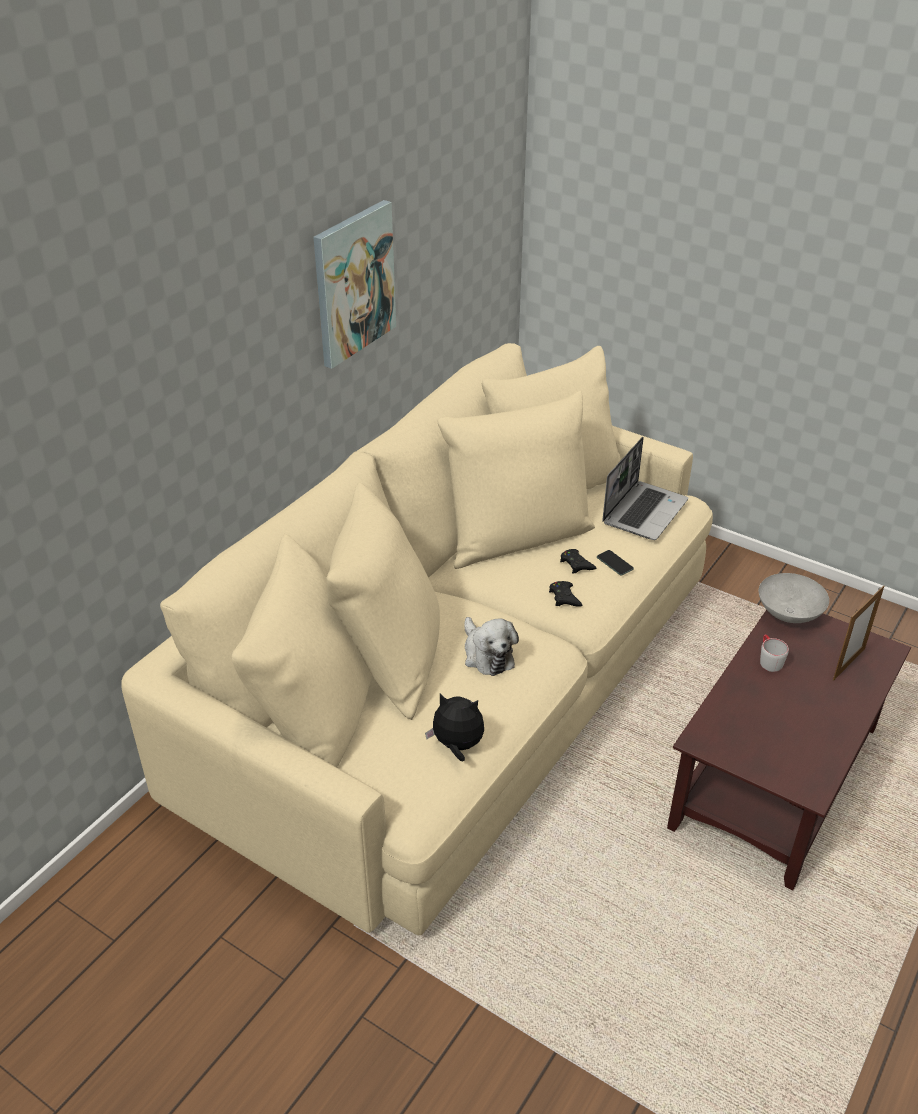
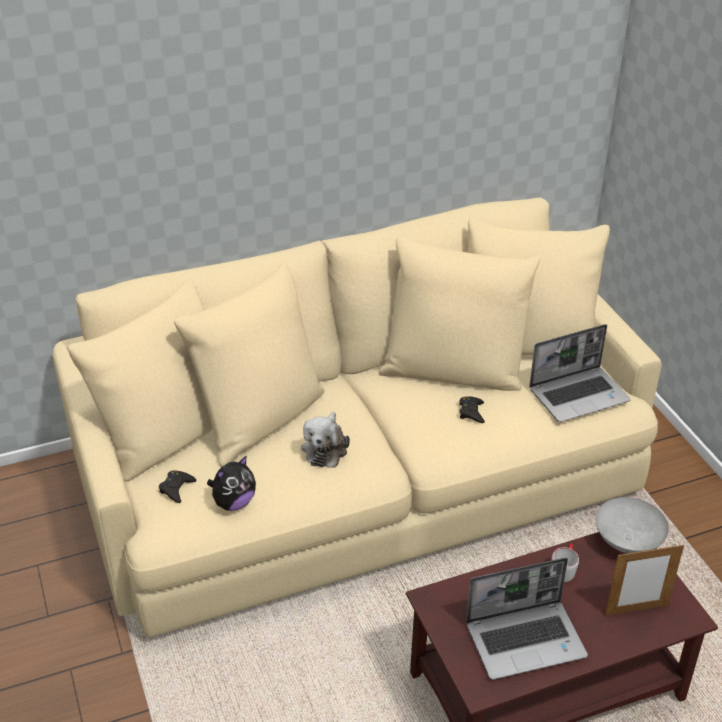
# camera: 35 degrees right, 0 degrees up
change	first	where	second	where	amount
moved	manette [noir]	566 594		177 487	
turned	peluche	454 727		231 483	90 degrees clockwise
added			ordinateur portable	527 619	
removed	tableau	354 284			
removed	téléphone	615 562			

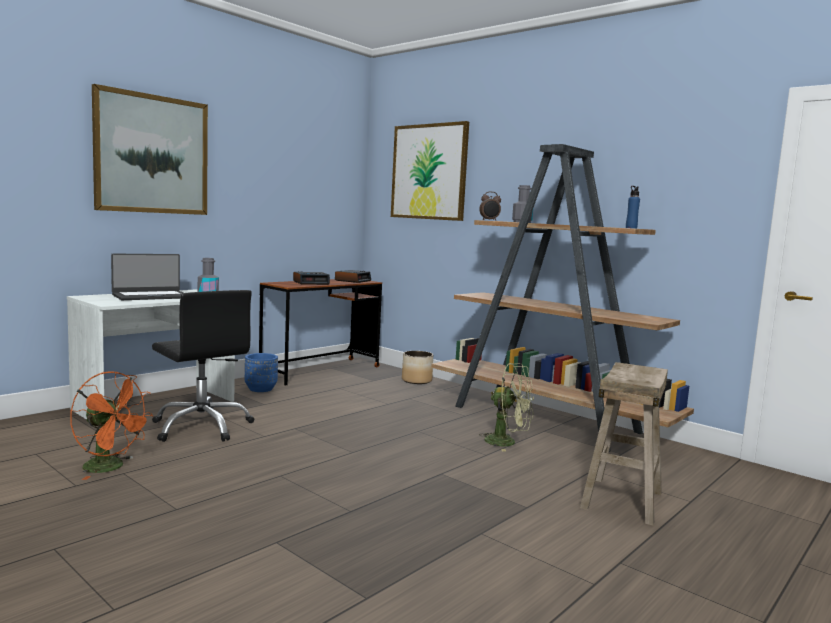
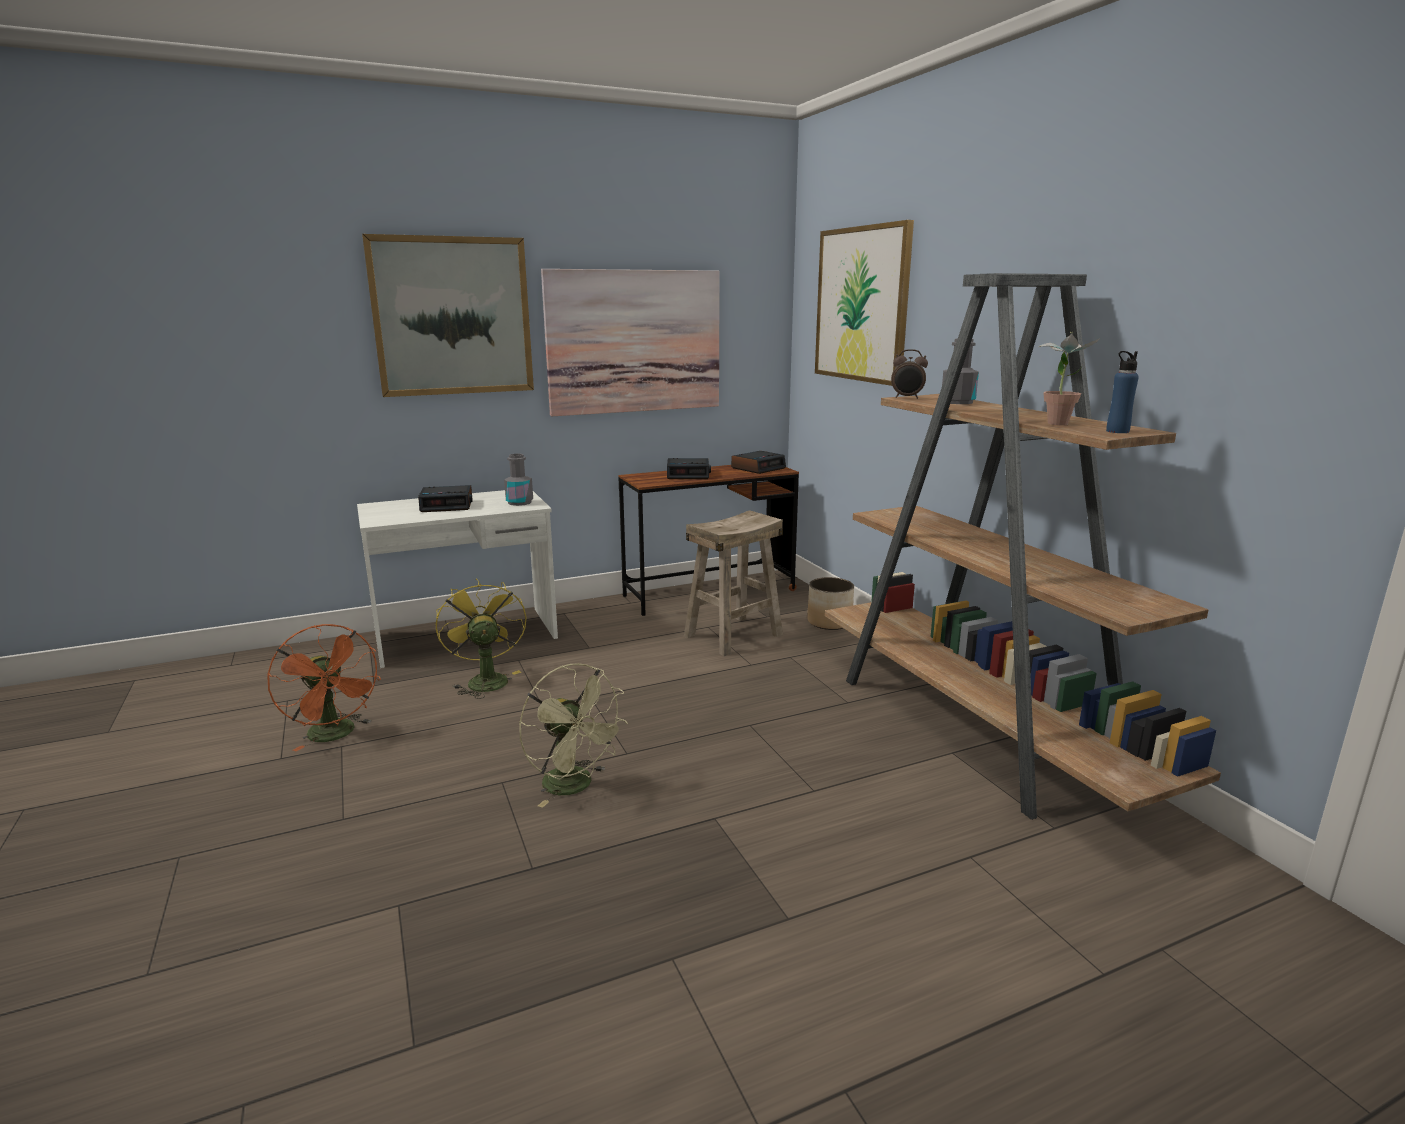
# camera: 25 degrees right, 10 degrees up
change	first	where	second	where	amount
replaced	ordinateur portable	147 277	réveil	445 498	
replaced	chaise de bureau [noir]	203 366	ventilateur [jaune]	481 638	
moved	ventilateur [vert]	506 407		573 735	
added			tableau	630 342	
moved	tabouret [beige]	624 444		733 583	
added			plante en pot	1069 378	
removed	cache-pot [bleu]	261 372			

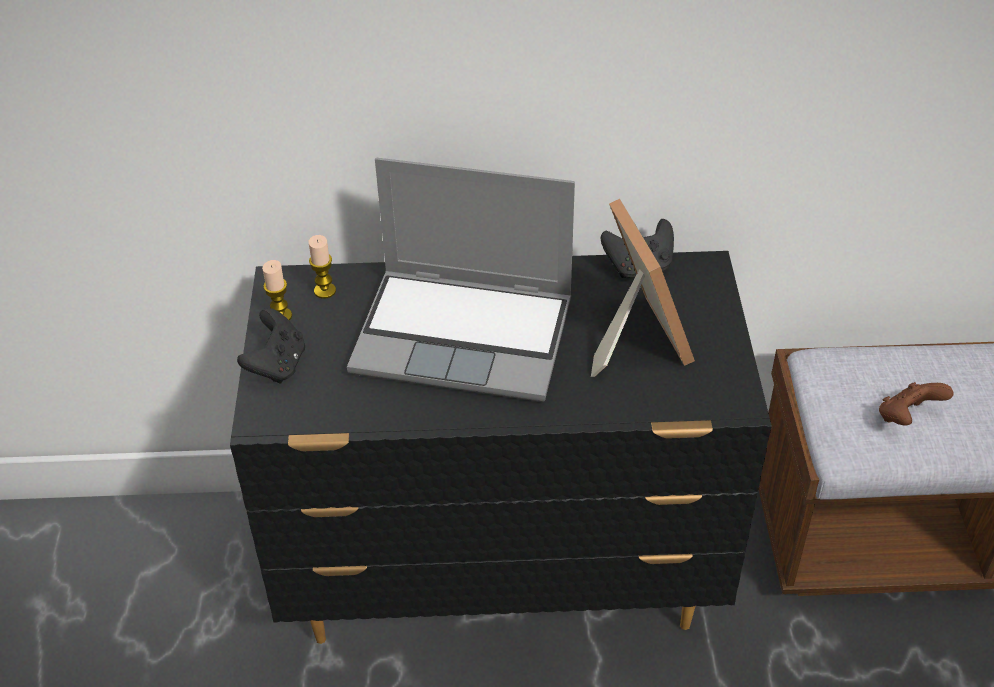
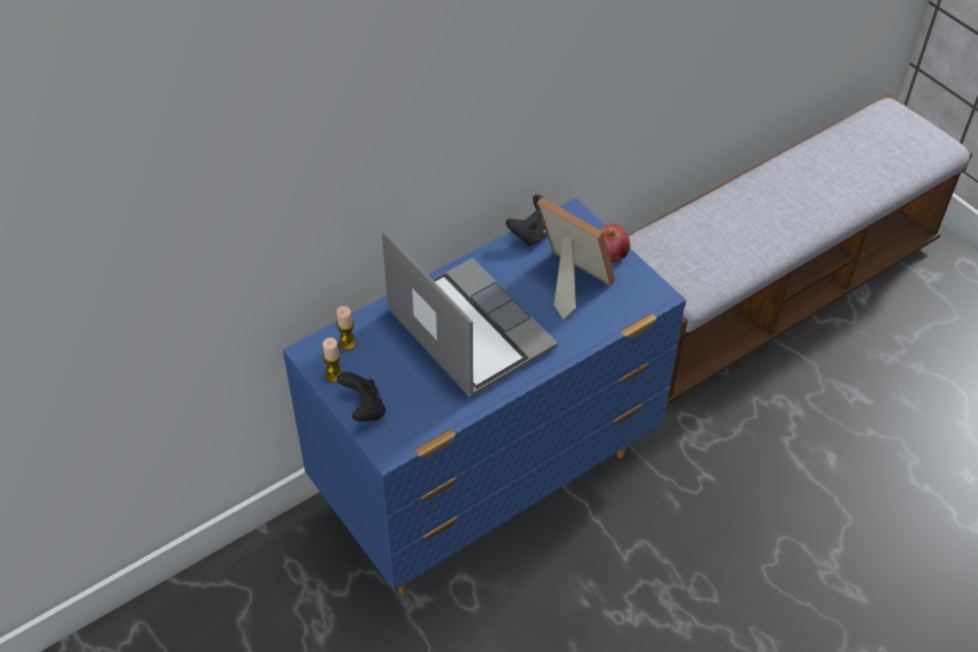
# camera: 35 degrees left, 5 degrees up
change	first	where	second	where	amount
recoloured	commode [noir]	501 447	commode [bleu]	484 396	
turned	ordinateur portable	461 280		470 313	105 degrees counterclockwise
added			pomme	615 243	
removed	manette [marron]	916 404			

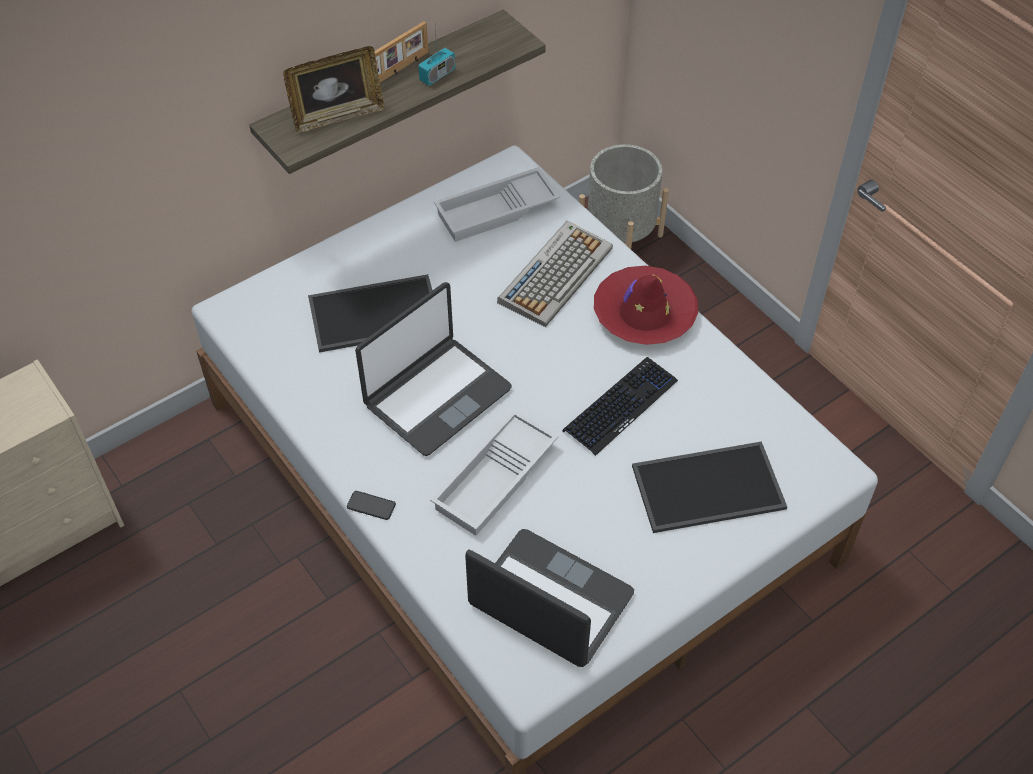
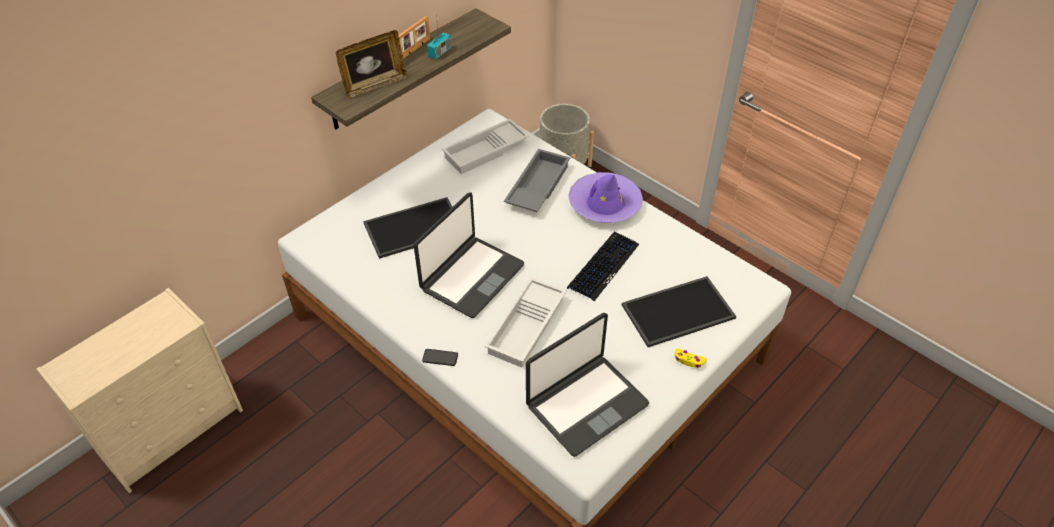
# camera: 10 degrees left, 5 degrees down
change	first	where	second	where	amount
replaced	clavier	555 274	plateau [gris]	537 180	
turned	ordinateur portable	549 598		587 385	120 degrees clockwise
recoloured	chapeau [rouge]	646 305	chapeau [violet]	605 197	
added			manette [jaune]	691 358	

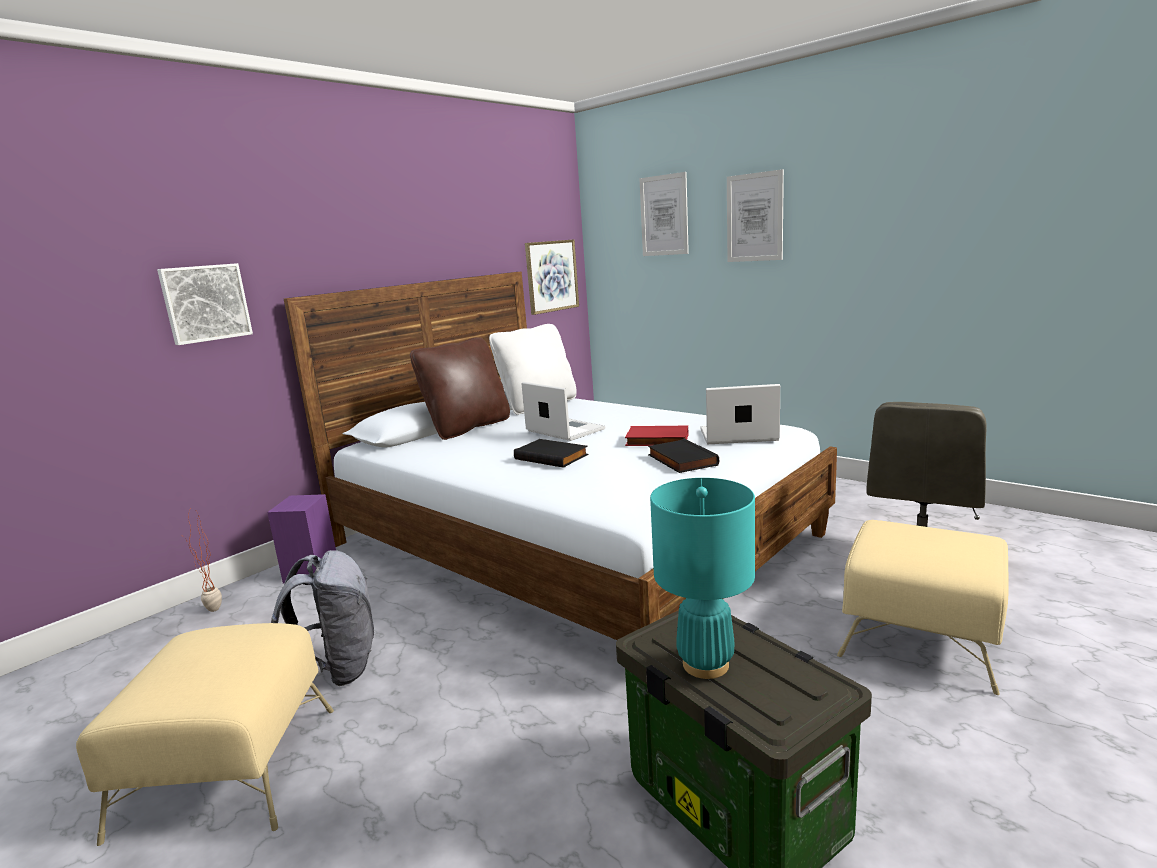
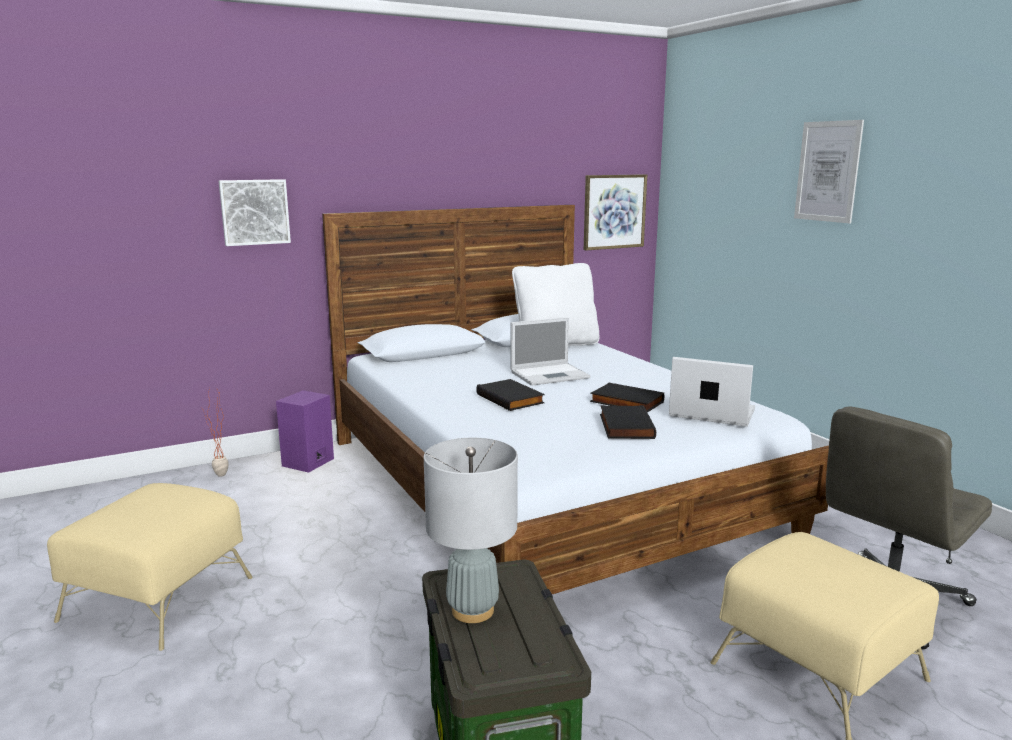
# camera: 20 degrees right, 0 degrees up
change	first	where	second	where	amount
recoloured	lampe de table [turquoise]	702 578	lampe de table [gris]	471 530	
turned	ordinateur portable	563 411		550 351	90 degrees clockwise
recoloured	livre [rouge]	656 436	livre [noir]	627 398	
removed	sac à dos [gris]	322 618			
removed	coussin [marron]	460 388			
removed	tableau	664 214			

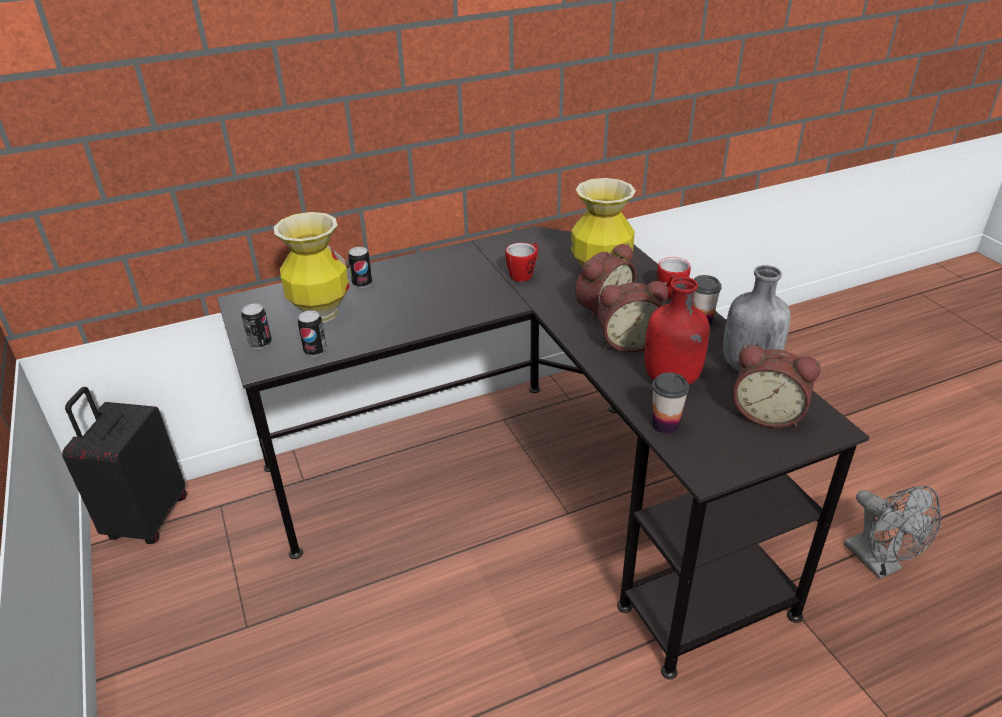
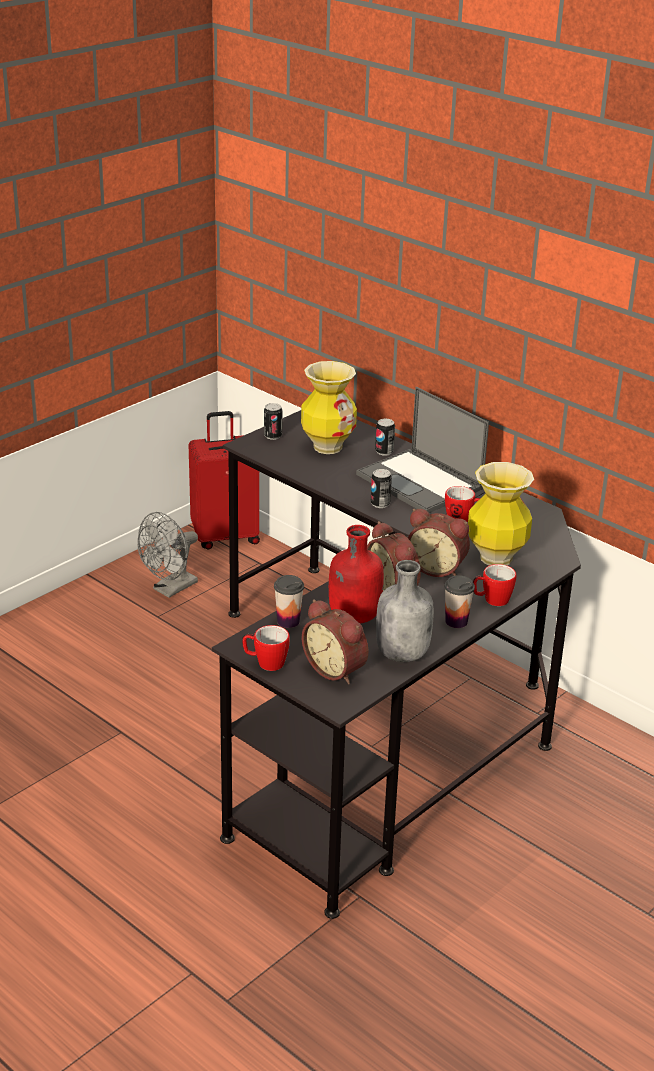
# camera: 65 degrees right, 5 degrees down
change	first	where	second	where	amount
moved	ventilateur [gris]	892 532		167 555	
recoloured	valise [noir]	124 465	valise [rouge]	224 480	
added			mug	266 648	
turned	réveil	777 386		335 641	45 degrees counterclockwise
added			ordinateur portable	422 450	
moved	boîte métallique	312 333		381 488	

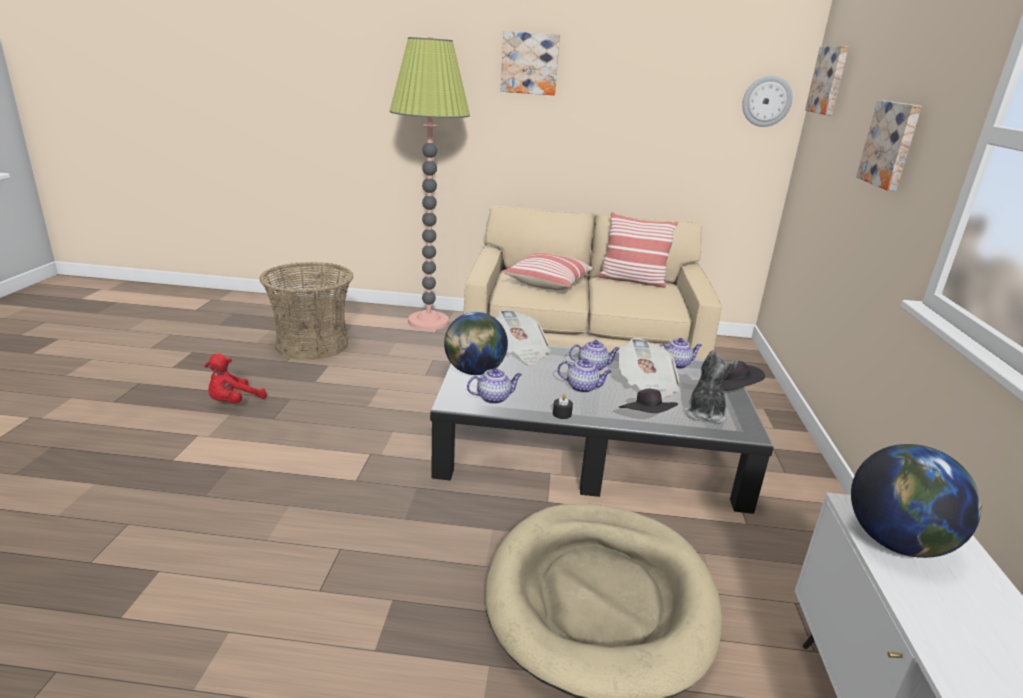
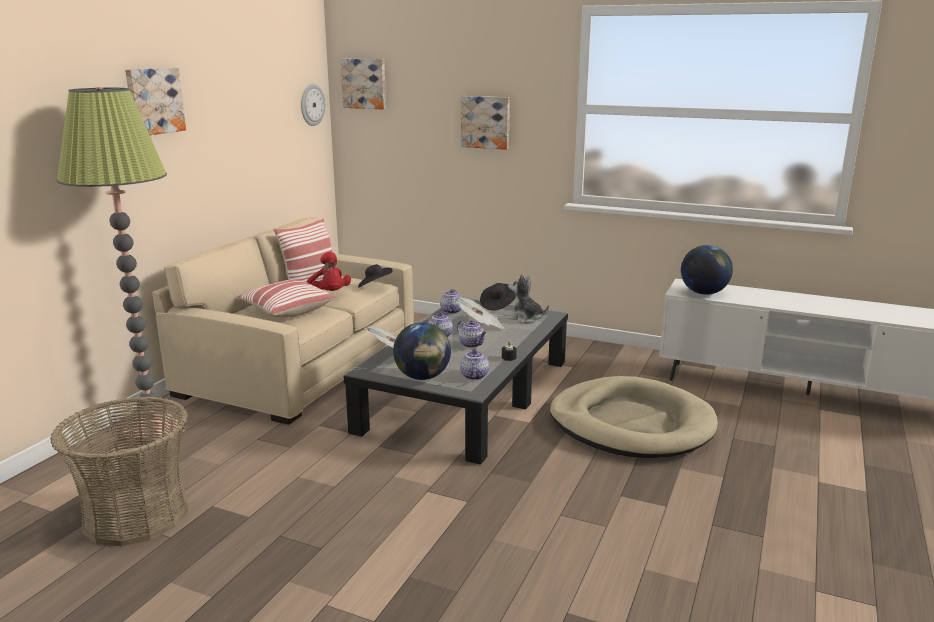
# camera: 70 degrees left, 5 degrees down
change	first	where	second	where	amount
moved	peluche [rouge]	235 378		329 271	
moved	chapeau [noir]	648 401		375 275	
turned	théière	585 376		472 334	105 degrees clockwise

